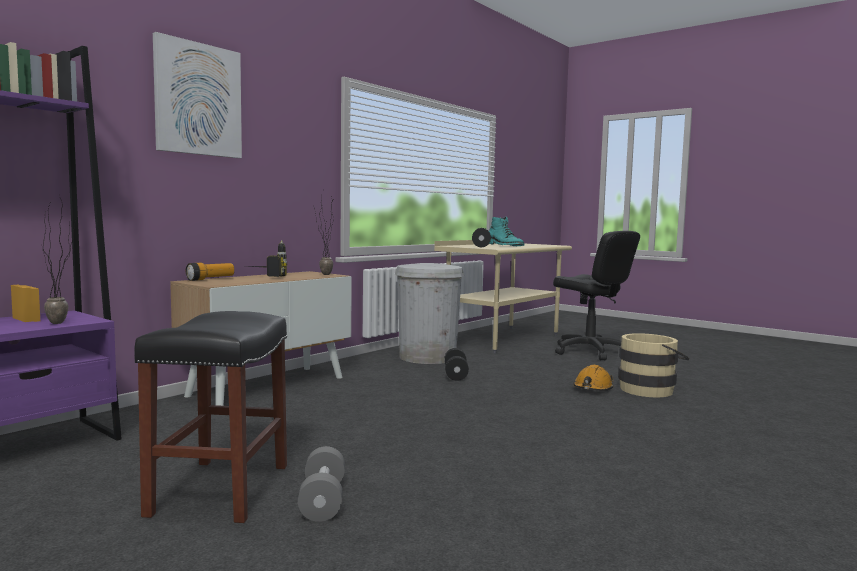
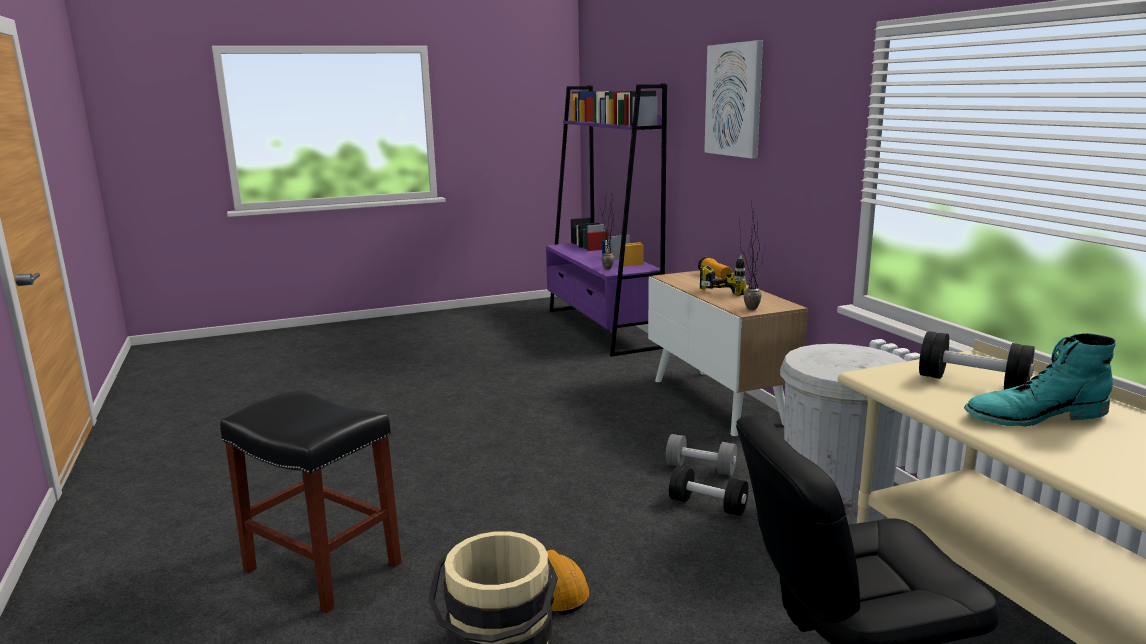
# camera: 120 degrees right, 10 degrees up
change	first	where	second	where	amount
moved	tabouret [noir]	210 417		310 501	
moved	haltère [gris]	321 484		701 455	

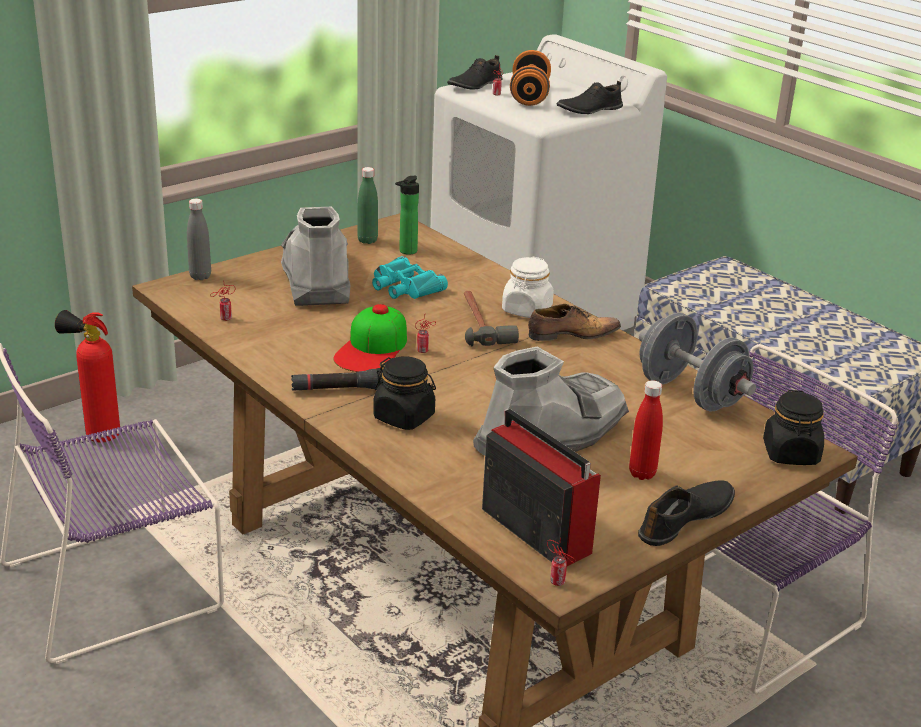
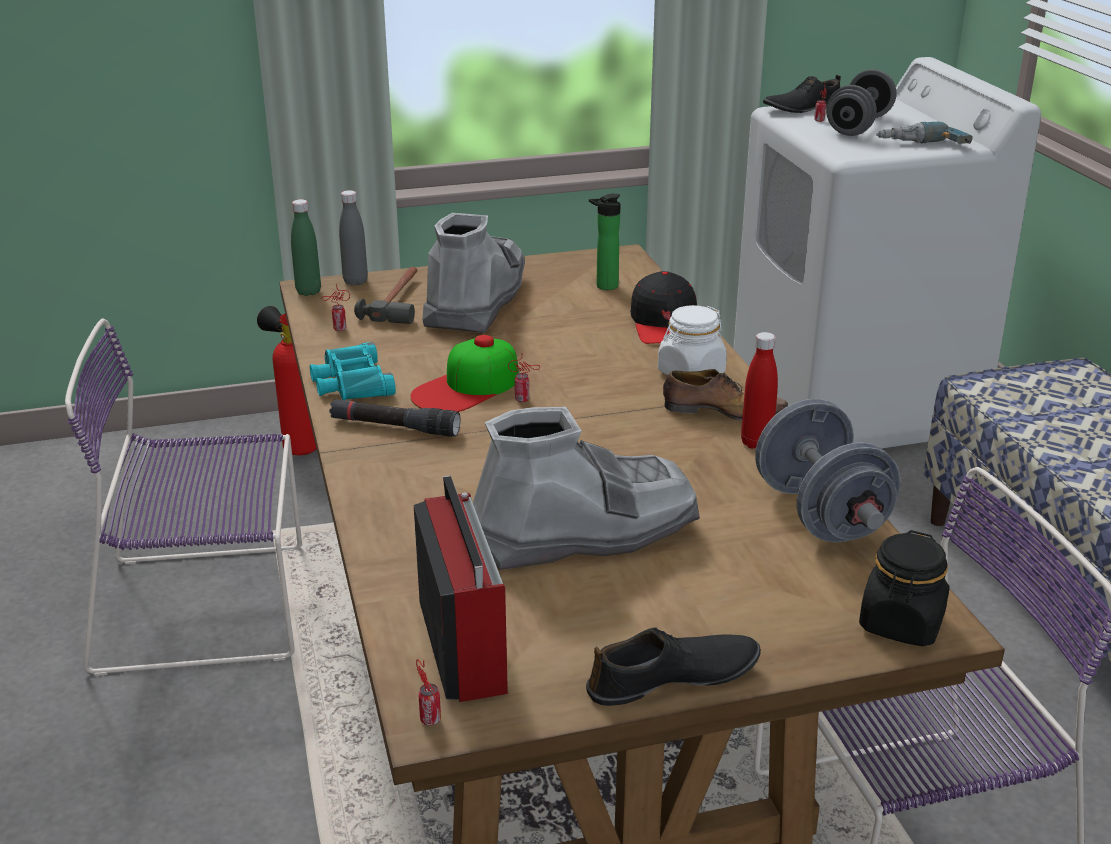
# camera: 25 degrees right, 0 degrees up
change	first	where	second	where	amount
moved	bouteille [vert]	367 205		306 247	
moved	jumelles [turquoise]	410 277		353 371	
moved	marteau	491 318		386 295	
added			casquette [noir]	664 307	
moved	bouteille [rouge]	646 430		759 390	
recoloured	haltère [orange]	530 78	haltère [gris]	861 102	
replaced	chaussure [noir]	589 97	perceuse	924 133	
removed	bocal [noir]	405 393			

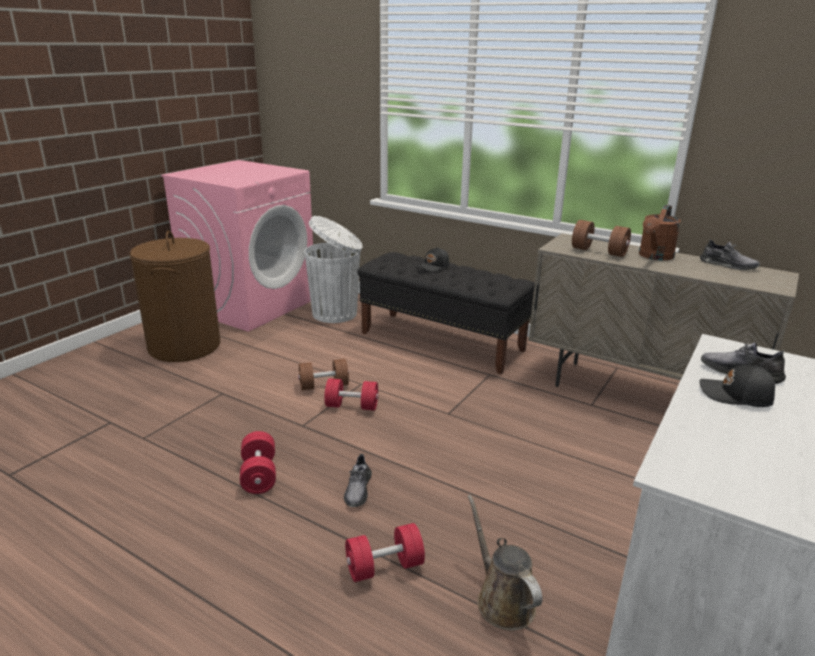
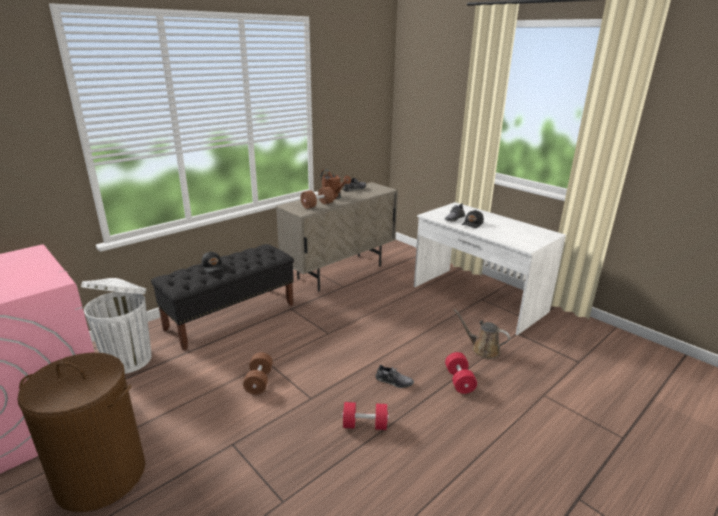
# camera: 75 degrees left, 0 degrees up
change	first	where	second	where	amount
turned	arrosoir [marron]	505 562		482 334	45 degrees clockwise
removed	haltère [rouge]	351 394			

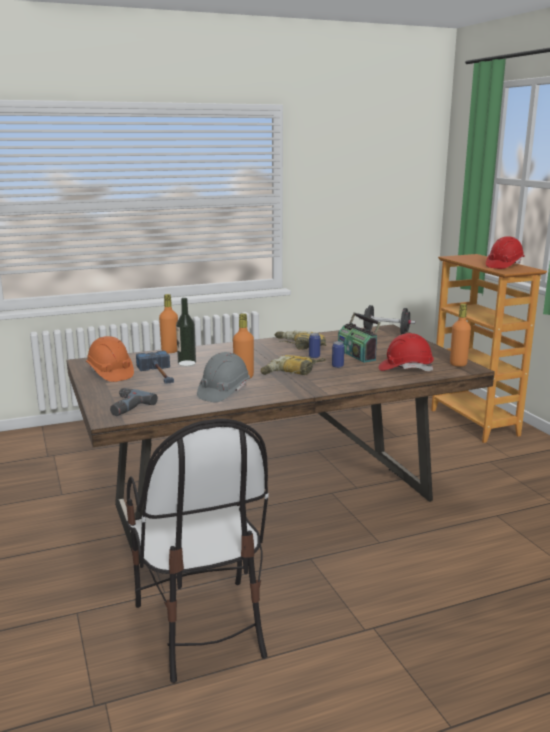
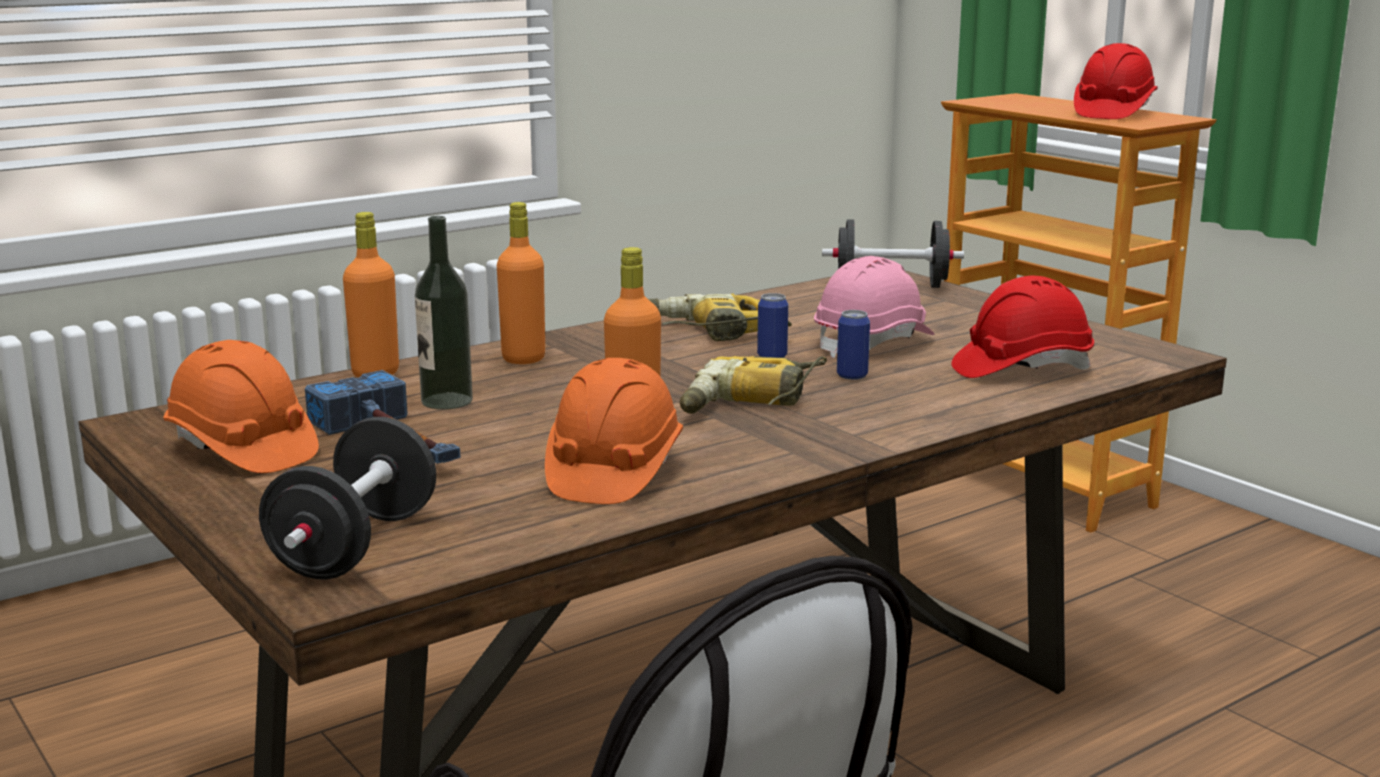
# camera: 15 degrees left, 0 degrees up
change	first	where	second	where	amount
replaced	perceuse	134 402	haltère [noir]	347 498	
moved	bouteille [orange]	460 335		521 283	
recoloured	casque de chantier [gris]	223 377	casque de chantier [orange]	614 431	
replaced	radio	359 337	casque de chantier [rose]	874 307	

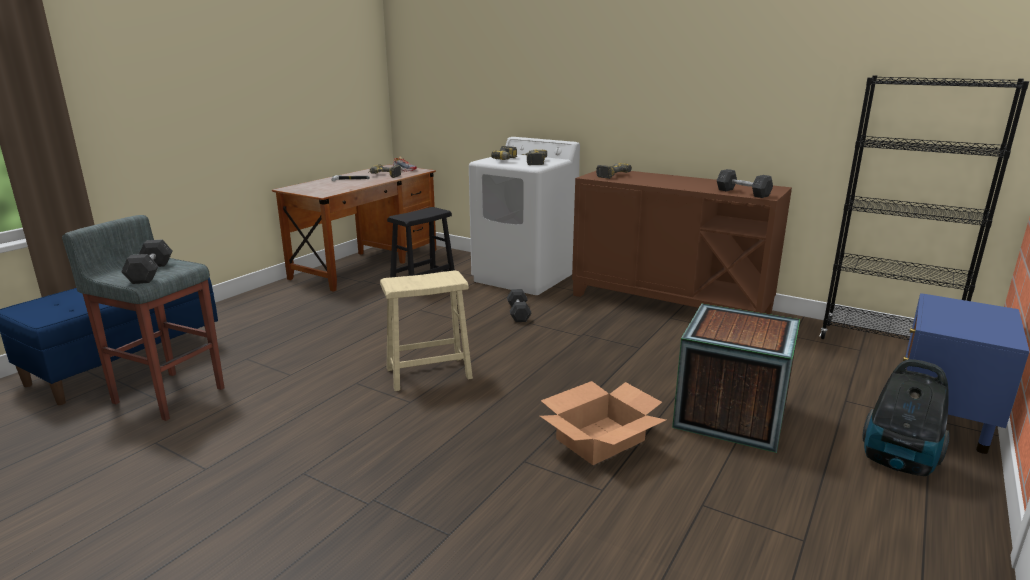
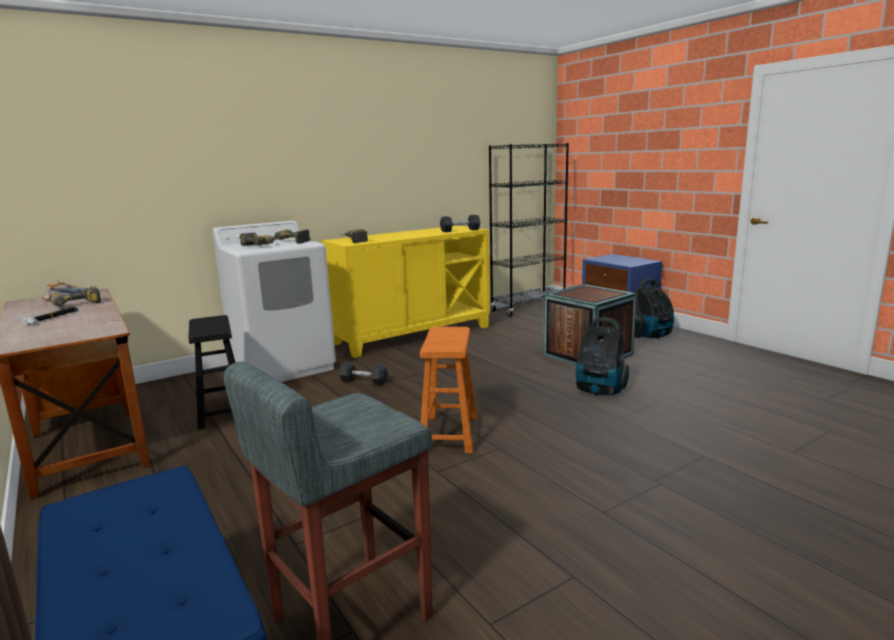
# camera: 65 degrees left, 5 degrees down
change	first	where	second	where	amount
recoloured	meuble de rangement [marron]	682 242	meuble de rangement [jaune]	405 291	
recoloured	tabouret [beige]	426 330	tabouret [orange]	448 390	
replaced	carton	603 423	aspirateur	602 356	
removed	haltère [gris]	146 261			

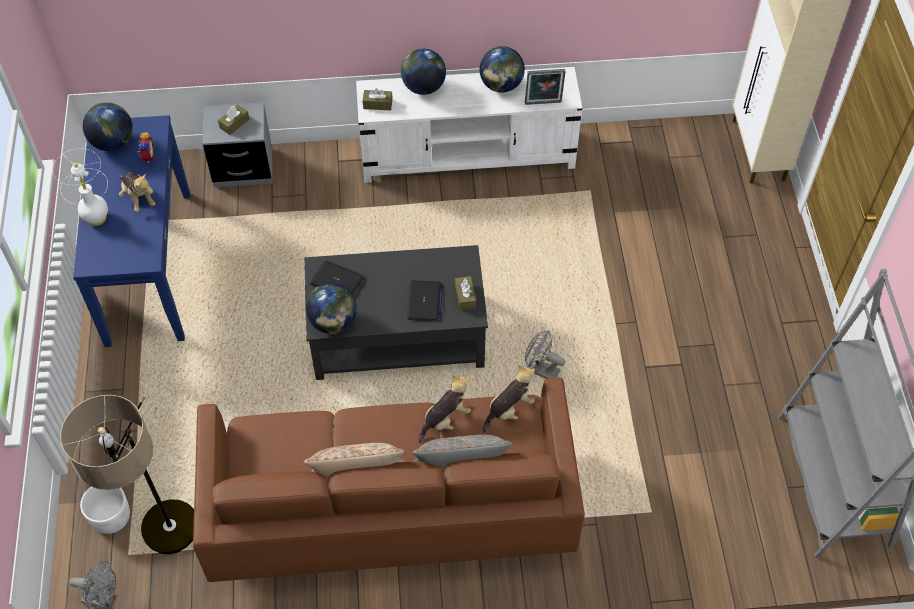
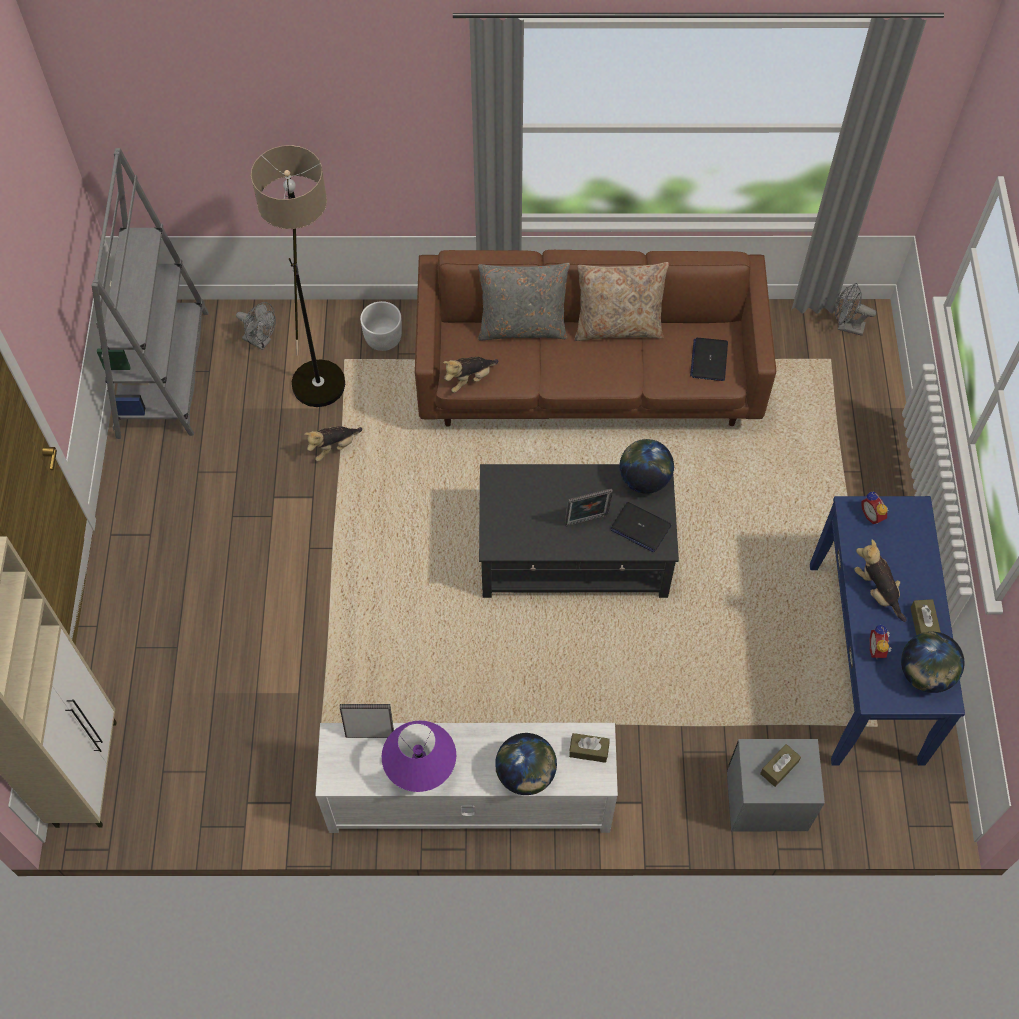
# camera: 175 degrees left, 5 degrees up
change	first	where	second	where	amount
moved	ventilateur [gris]	545 354		256 326	
moved	lampadaire	127 474		298 276	
moved	peluche	444 409		333 443	
moved	cache-pot [blanc]	105 510		381 326	
replaced	globe	502 69	lampe de table [violet]	419 756	
added			cadre photo	589 507	
moved	ordinateur portable	425 300		709 359	
added			réveil	874 508	
moved	boîte à mouchoirs [marron]	465 293		925 617	
removed	lampe de table [blanc]	80 187			

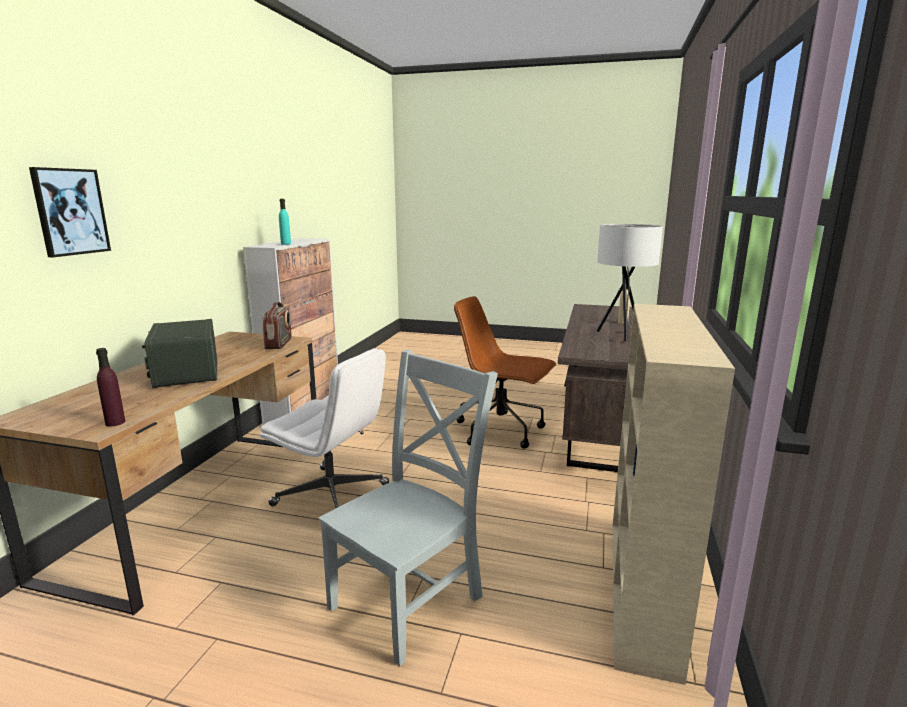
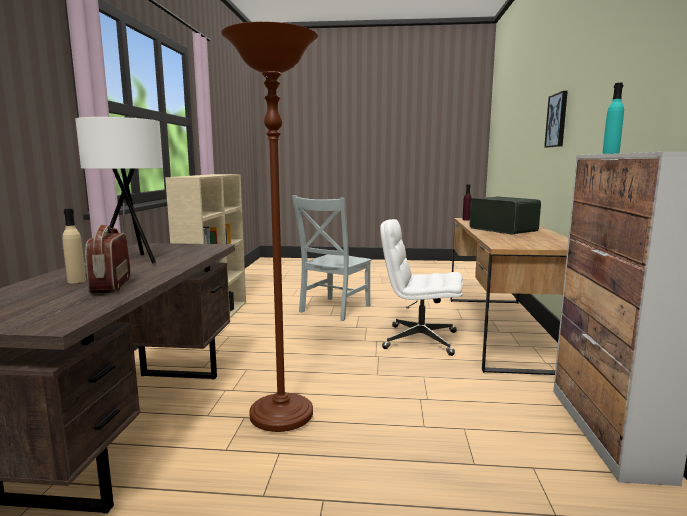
# camera: 170 degrees right, 5 degrees down
change	first	where	second	where	amount
moved	radio	277 325		108 259	
replaced	chaise de bureau [marron]	505 372	lampadaire [marron]	269 226	

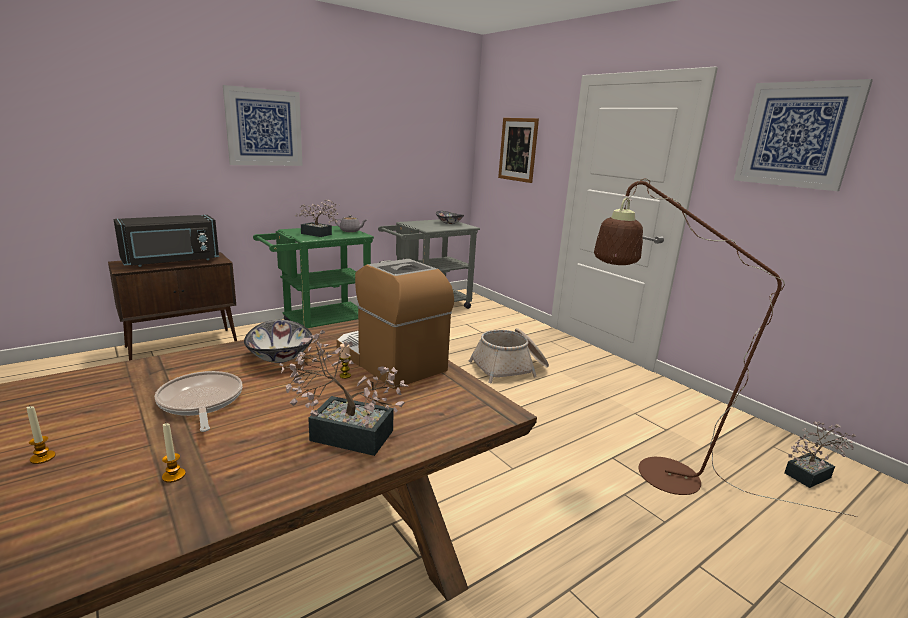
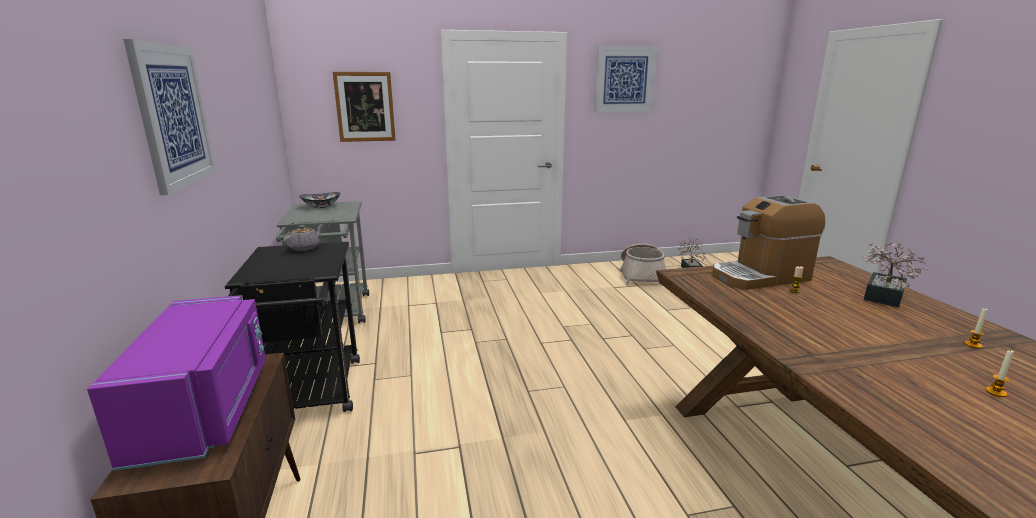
# camera: 65 degrees left, 0 degrees up
change	first	where	second	where	amount
recoloured	micro-ondes [noir]	166 241	micro-ondes [violet]	176 383	
recoloured	chariot [vert]	313 277	chariot [noir]	292 327	
moved	panier	509 356		643 264	
removed	poêle	198 401			
removed	bol	278 341			
removed	plante en pot	317 218			
removed	lampadaire [marron]	726 348			

